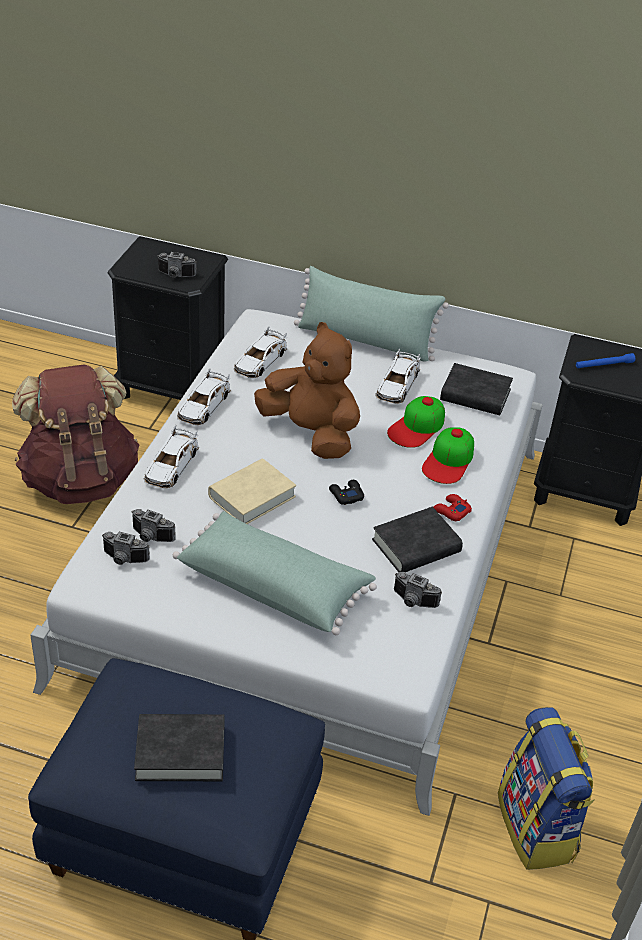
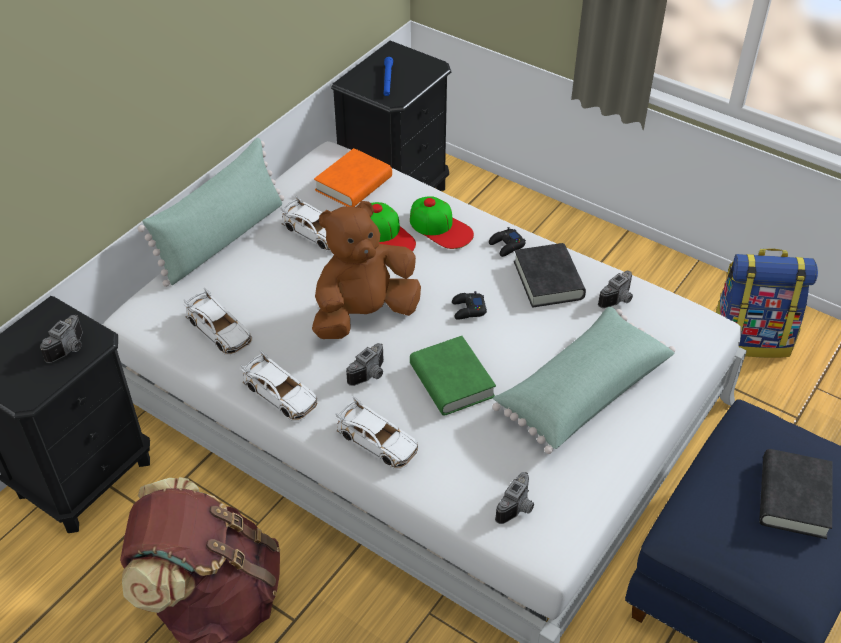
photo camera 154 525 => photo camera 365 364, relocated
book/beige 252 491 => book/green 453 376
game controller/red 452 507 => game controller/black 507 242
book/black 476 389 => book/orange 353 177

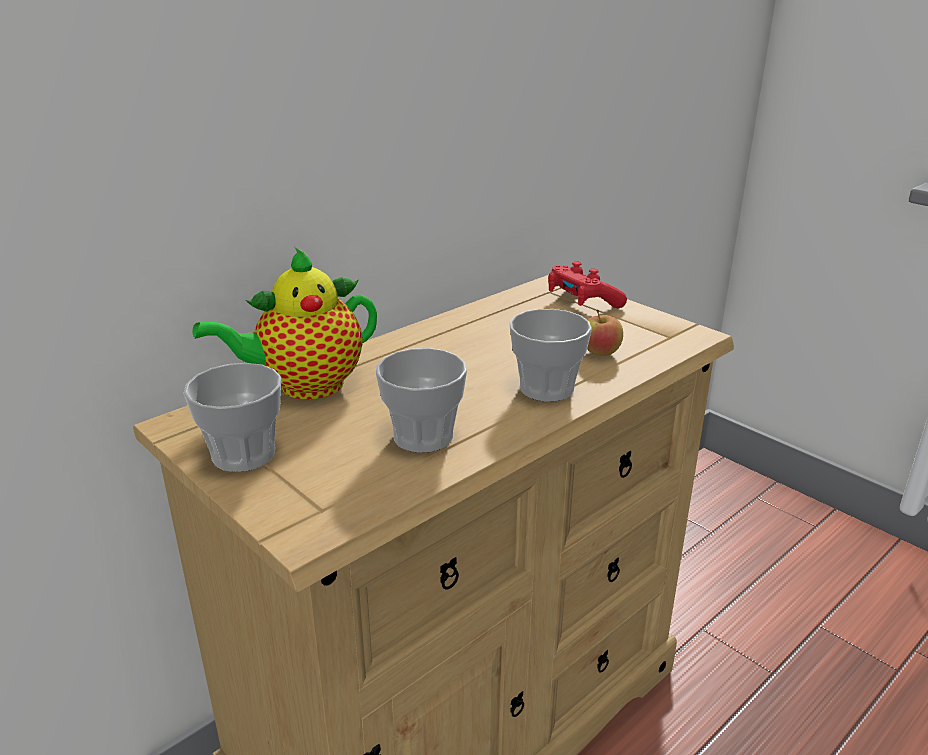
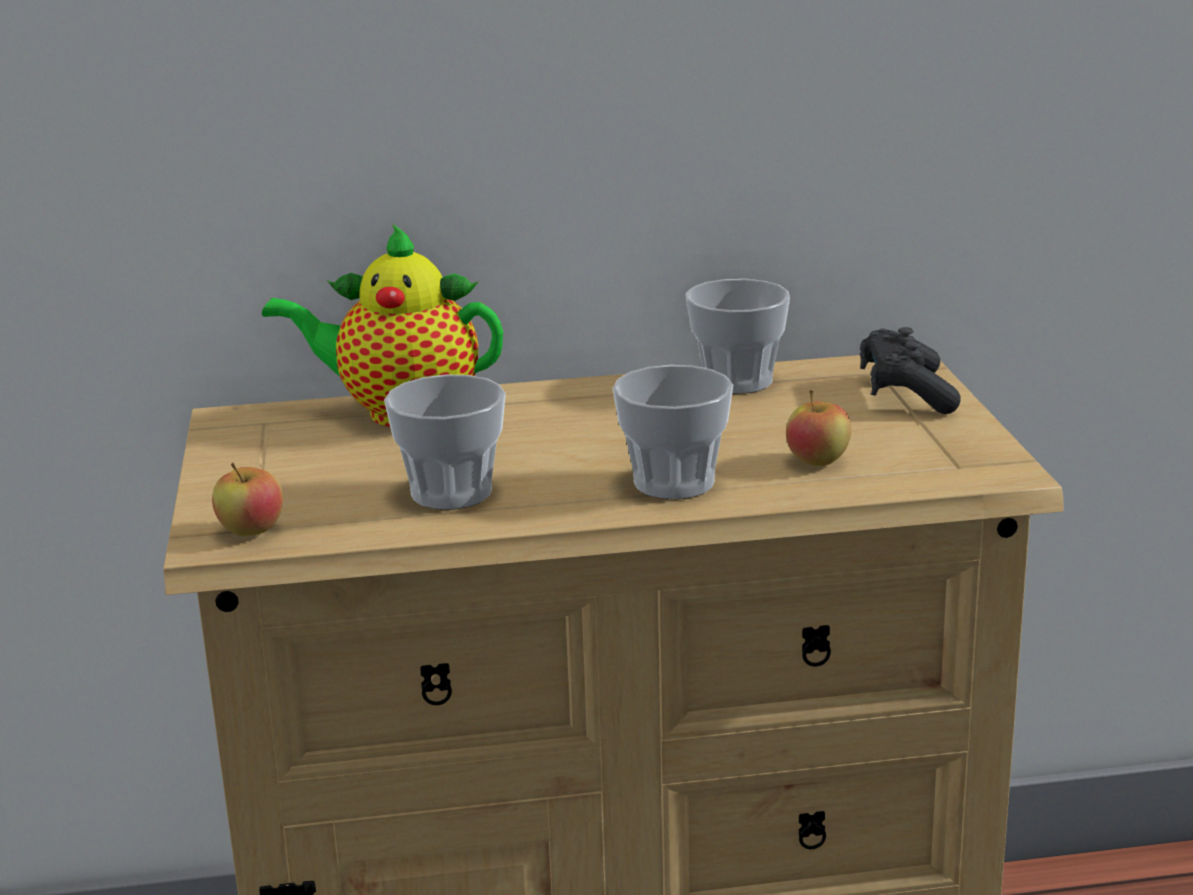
nothing => apple 247 499
cup 232 417 => cup 738 336, relocated
game controller/red 587 284 => game controller/black 910 370

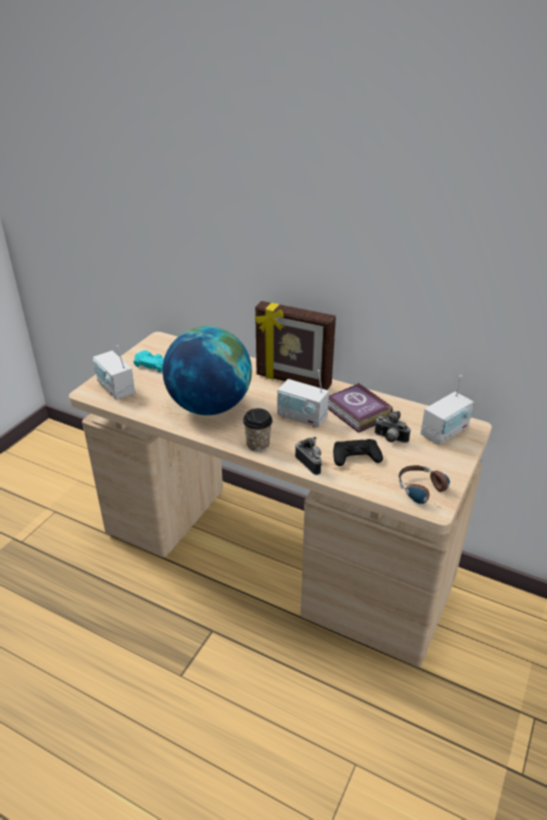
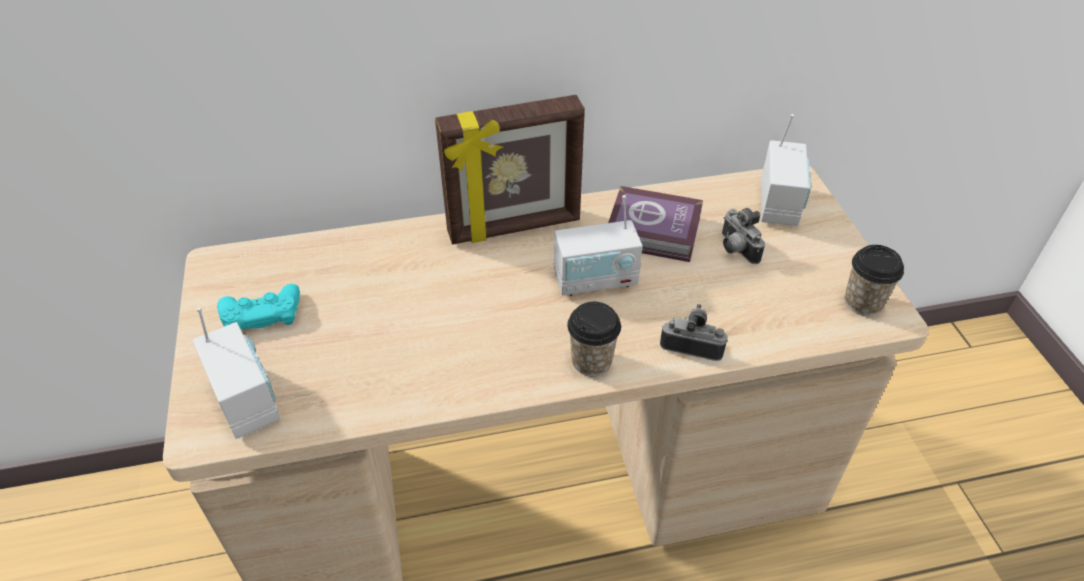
globe 207 370 => nothing
game controller/black 358 452 => nothing
headphones 424 487 => cup 874 280
radio 114 373 => radio 236 373, 135 degrees counterclockwise
photo camera 392 427 => photo camera 743 236, 75 degrees clockwise

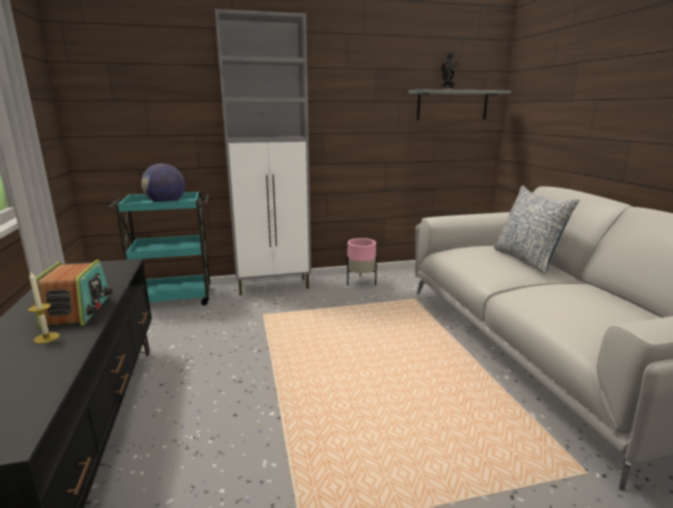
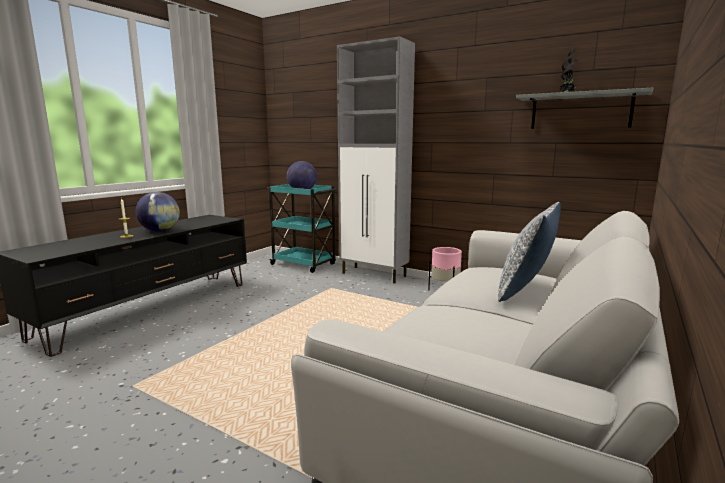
radio 73 294 => globe 158 212

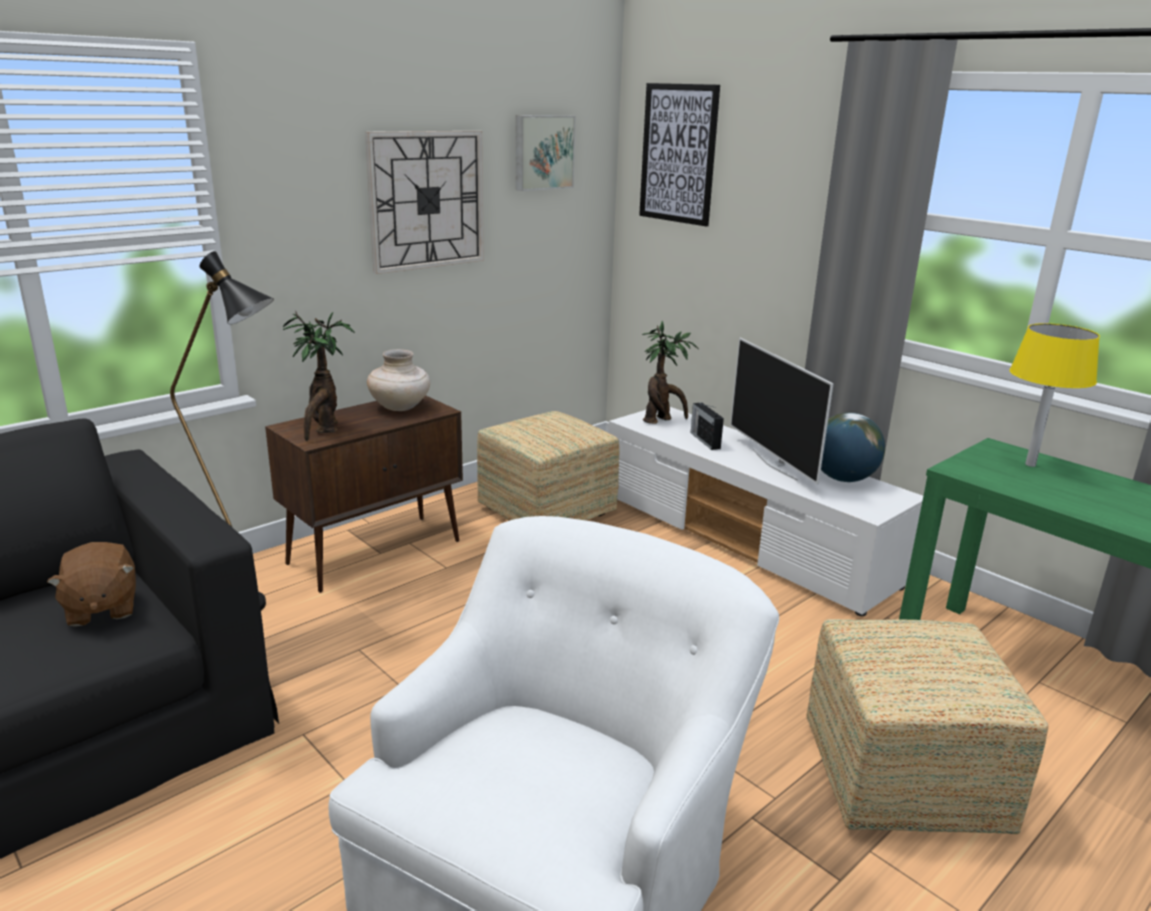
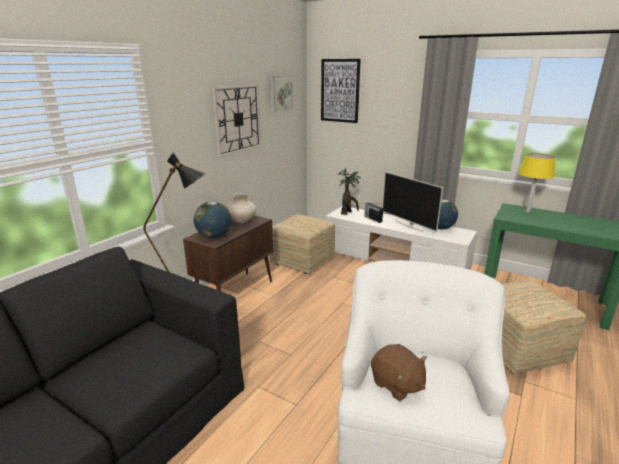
plush toy/brown 91 584 => plush toy/brown 399 372, relocated
potted plant 319 376 => globe 213 220

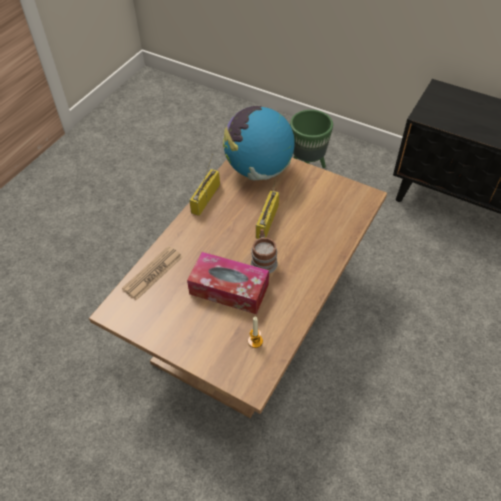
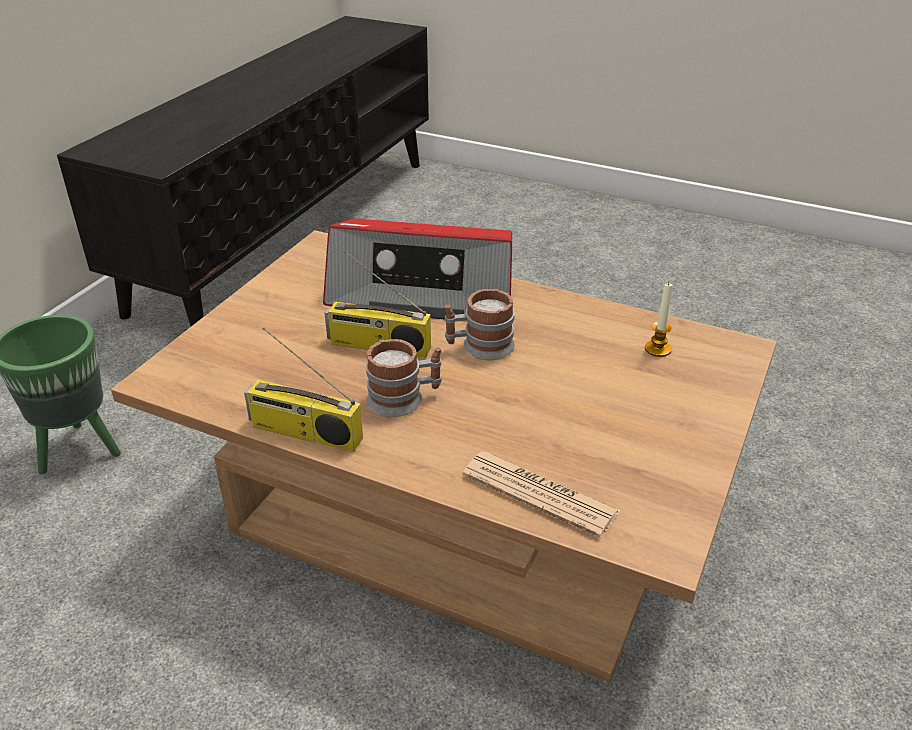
tissue box 228 283 => nothing
globe 259 143 => nothing
nothing => radio 417 269
nothing => mug 404 378

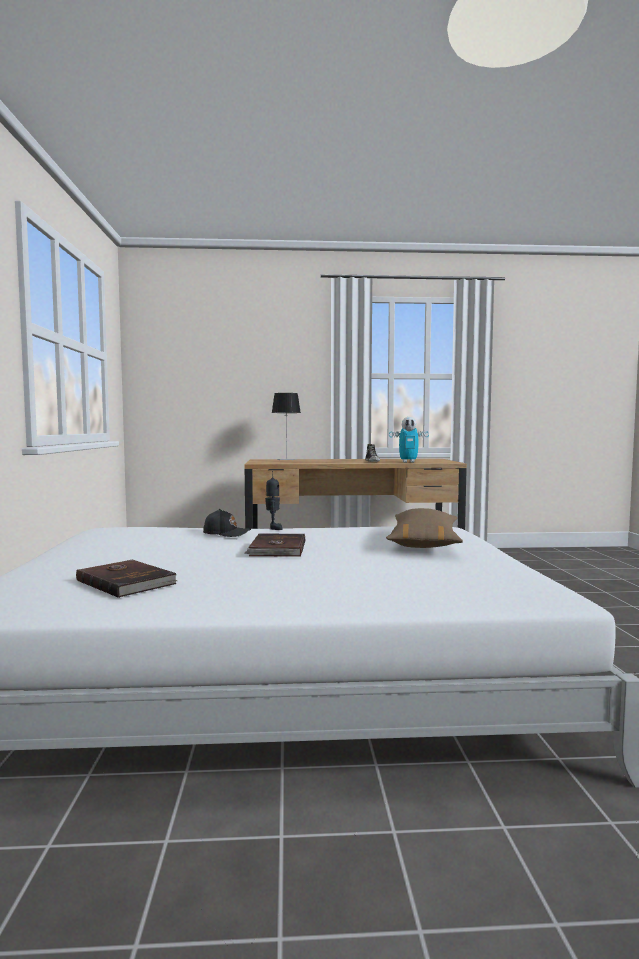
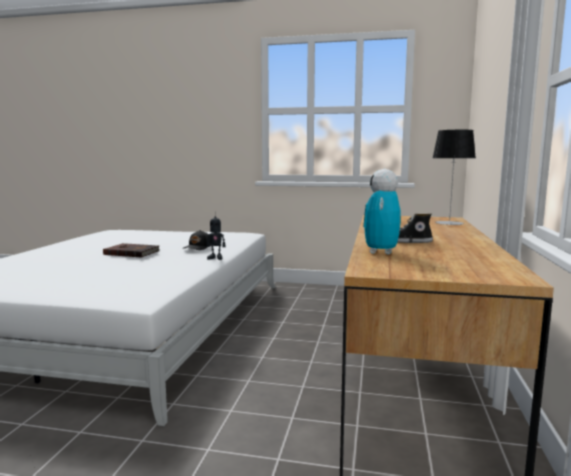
book/brown 126 579 => nothing
pillow/brown 424 528 => nothing

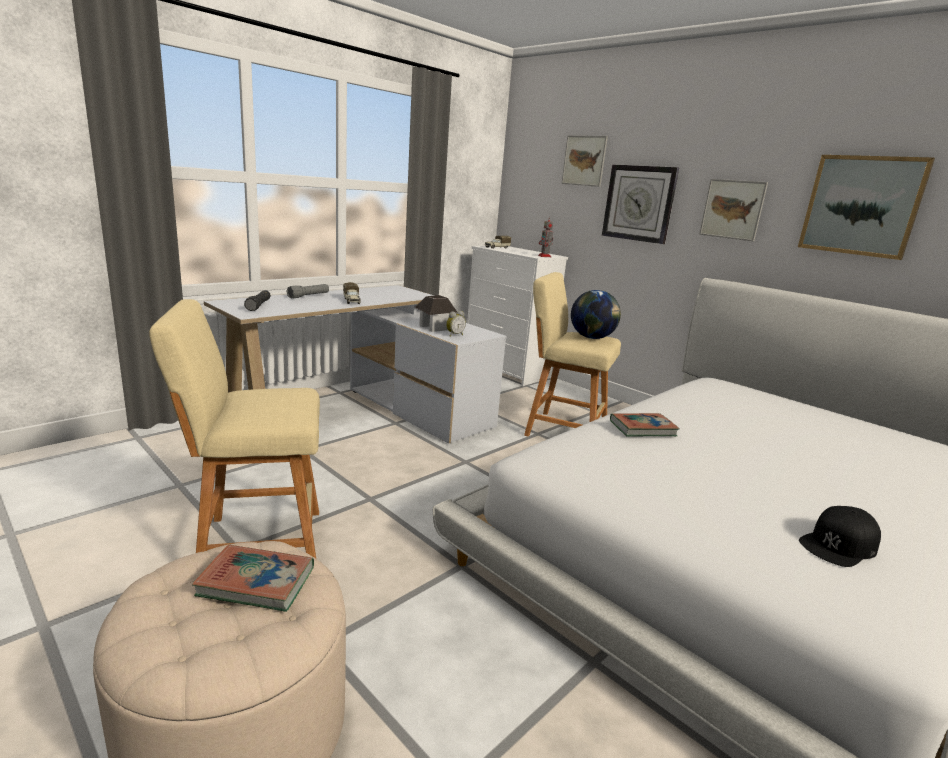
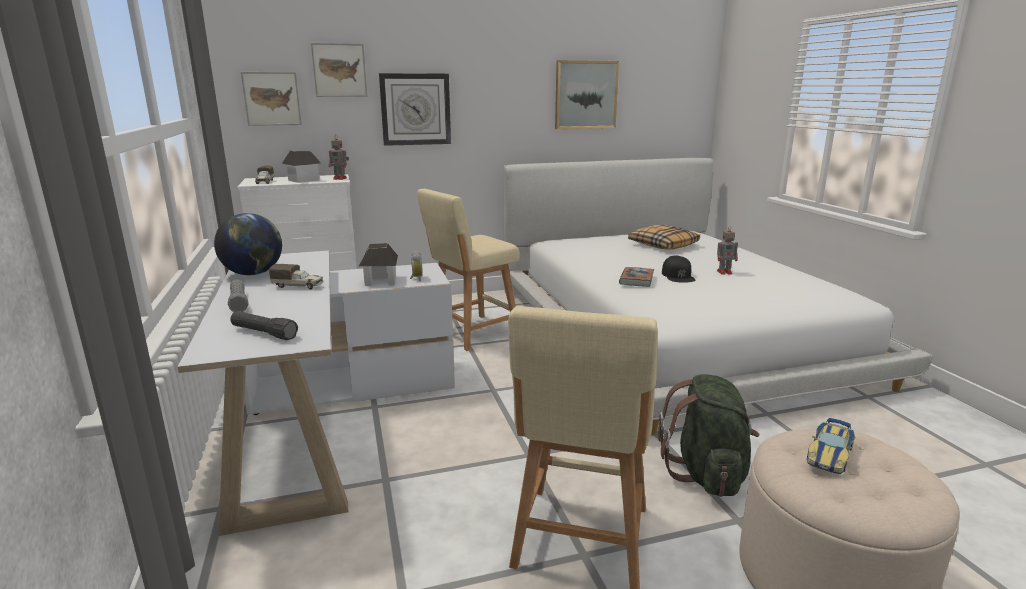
nothing => toy house 302 166
nothing => pillow 664 237
nothing => backpack/green 708 435
nothing => toy robot 727 250
globe 596 314 => globe 248 244, relocated
picture 733 210 => picture 271 99, relocated
cap/black 840 536 => cap/black 678 269, relocated
book 253 578 => toy car 831 446

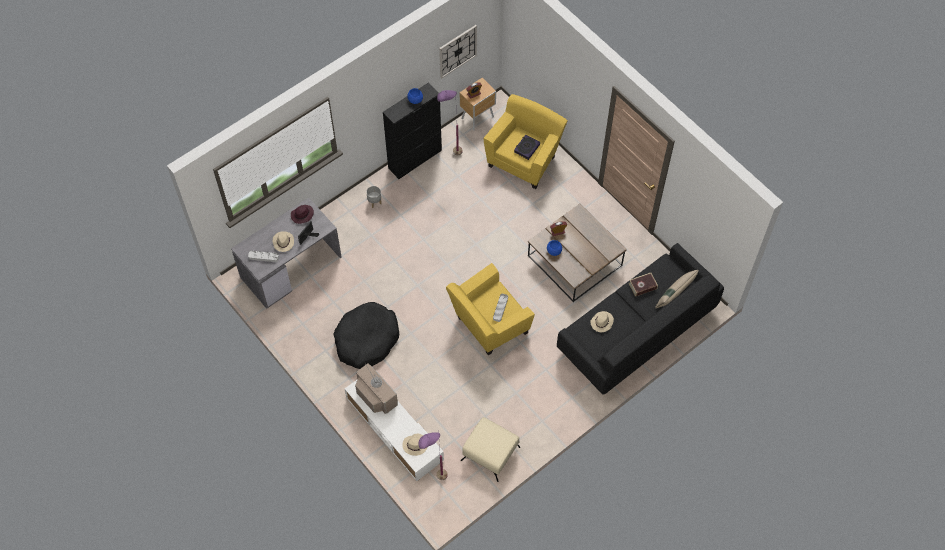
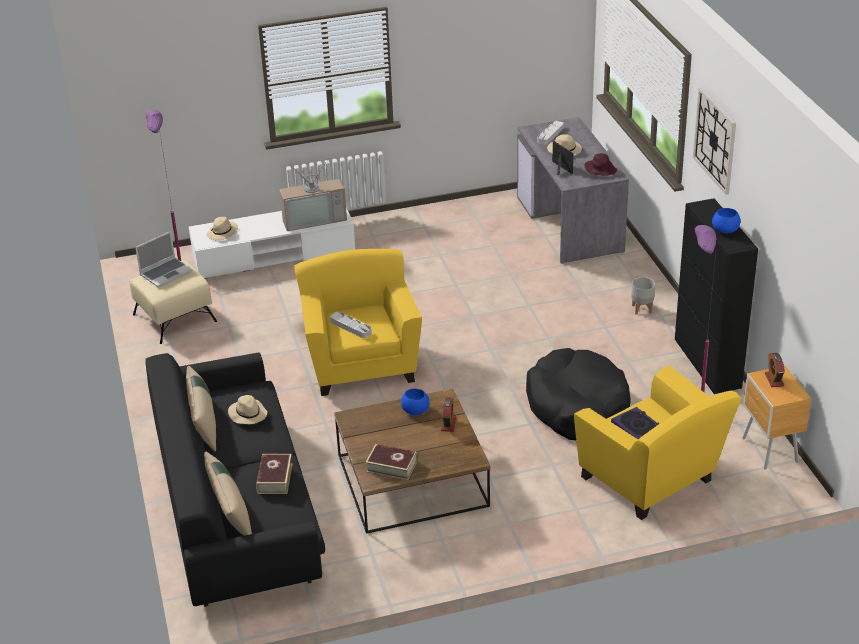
nothing => laptop 164 259
nothing => pillow/beige 201 409
nothing => book 391 462
dog bed/black 366 335 => dog bed/black 578 394, relocated
wall clock 458 52 => wall clock 714 141, relocated

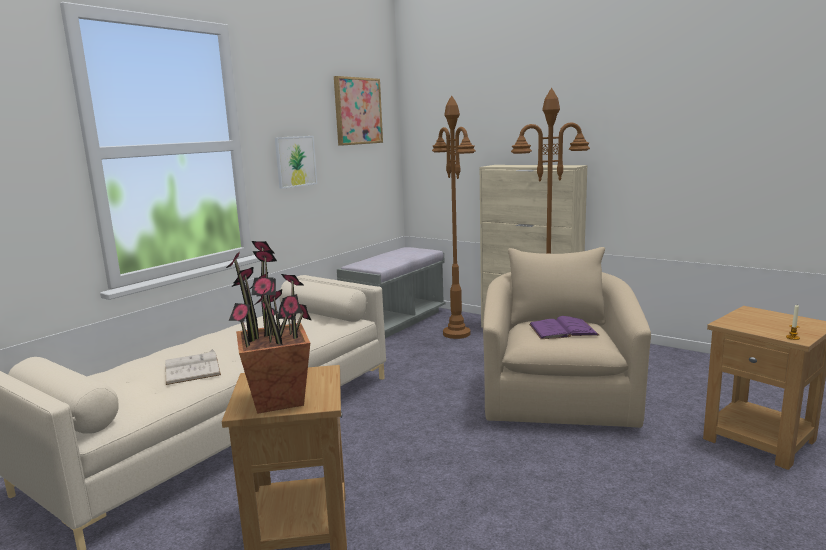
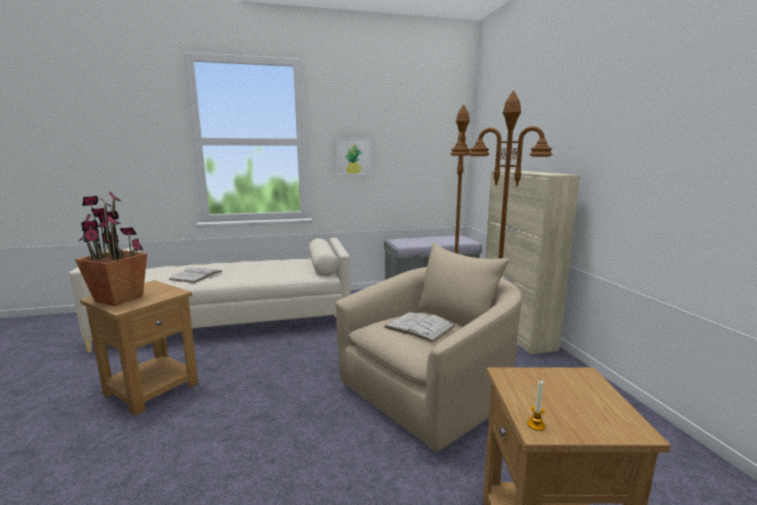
picture 358 111 => nothing
book/purple 564 327 => book/white 419 327

